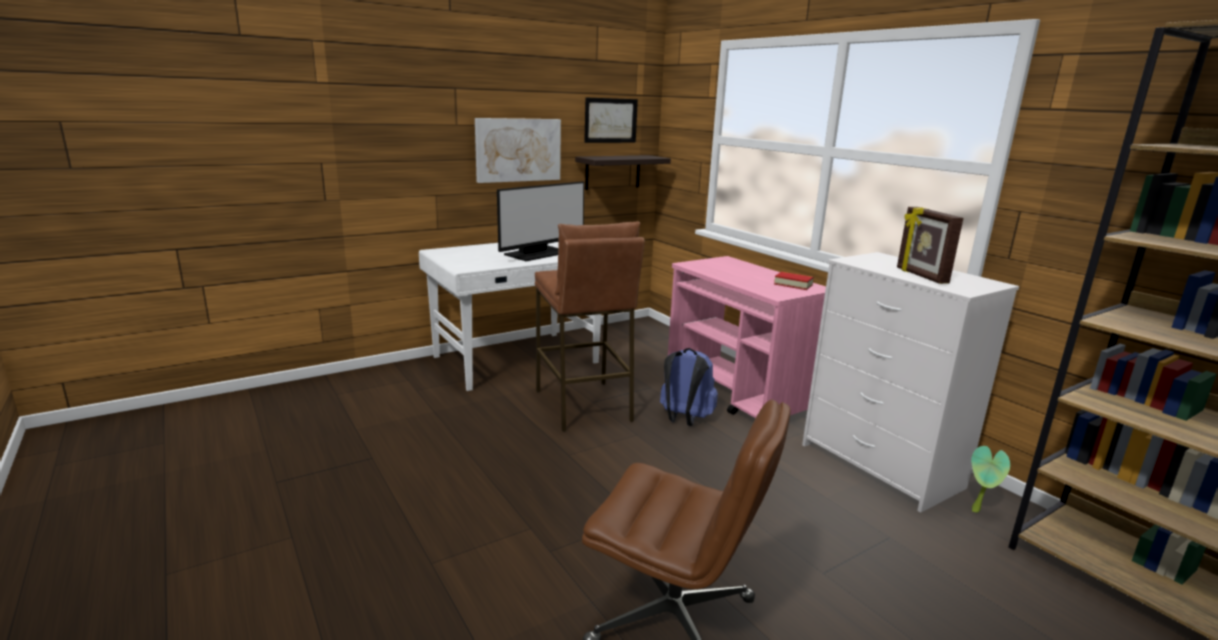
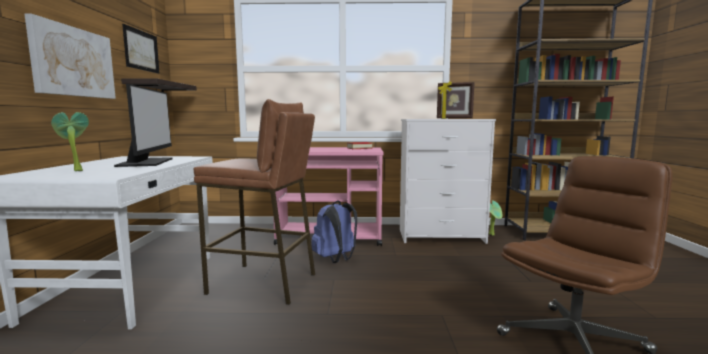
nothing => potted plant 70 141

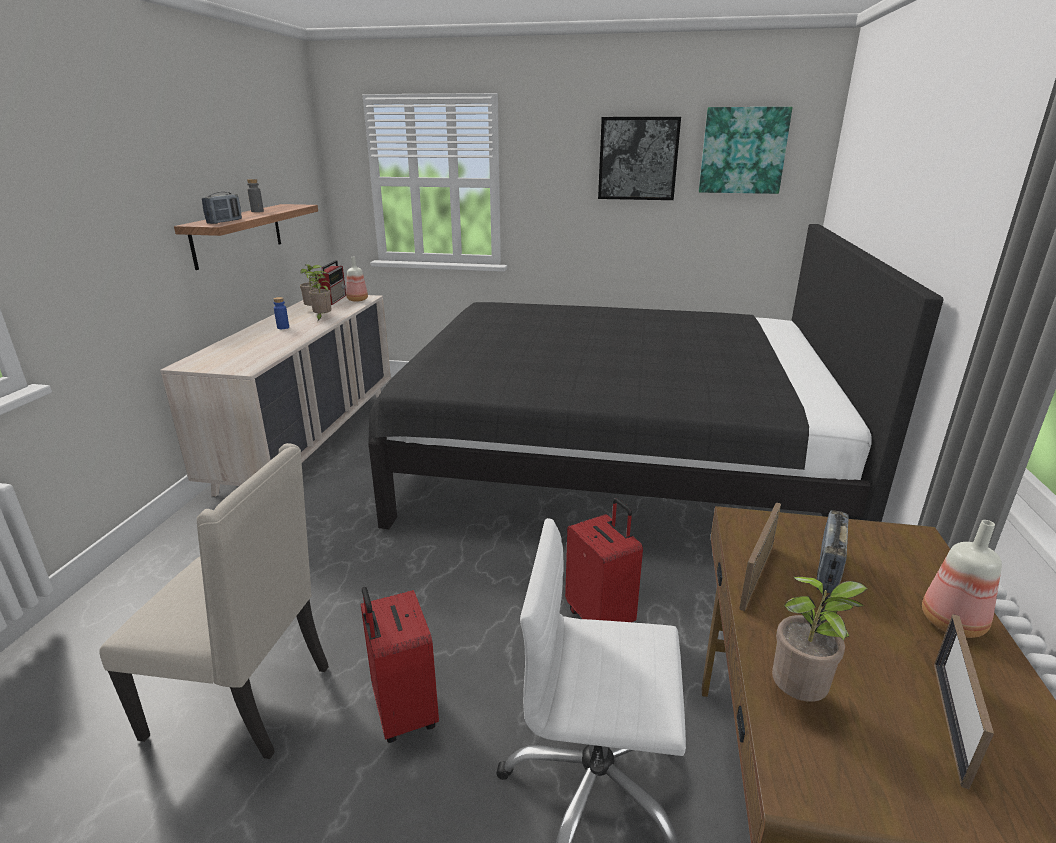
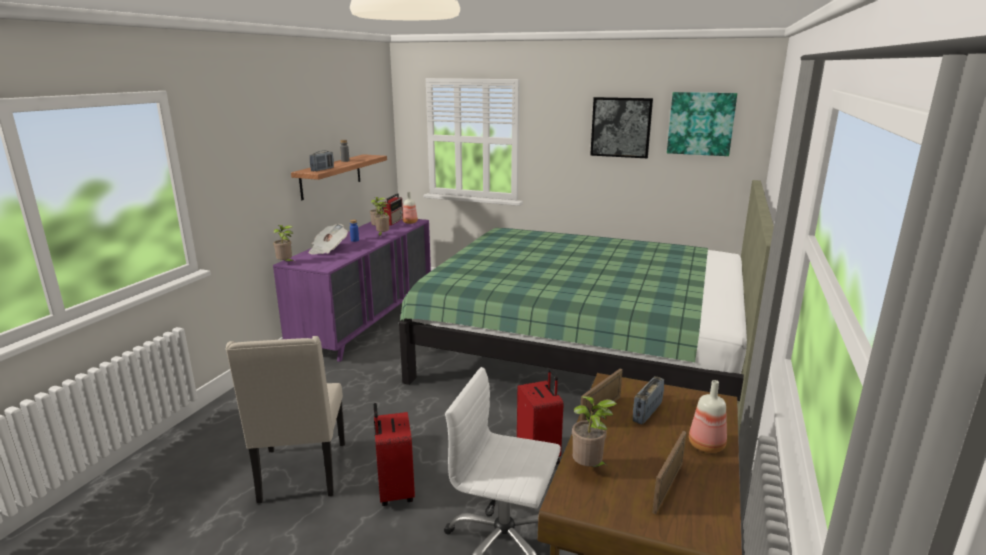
nothing => potted plant 283 243
nothing => newspaper 328 239
dresser/beige 275 396 => dresser/purple 352 290
bed/black 656 376 => bed/green 586 309
chair/beige 214 601 => chair/beige 285 419, 60 degrees clockwise

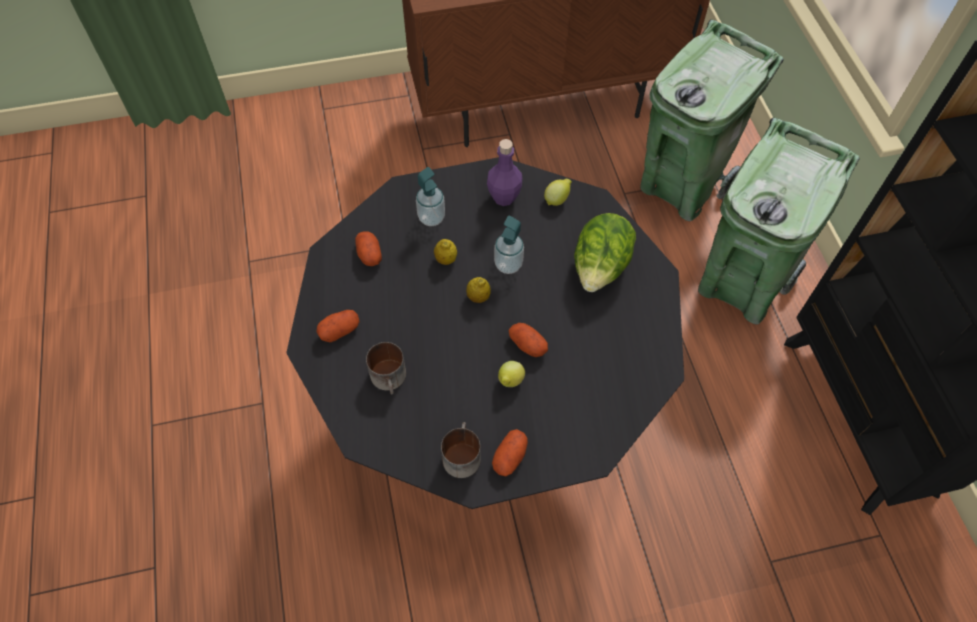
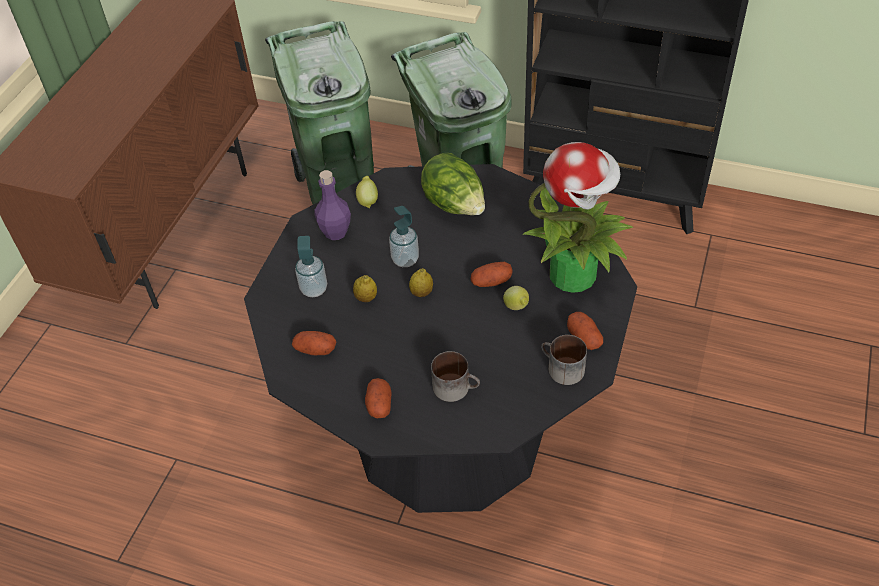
nothing => potted plant 578 217

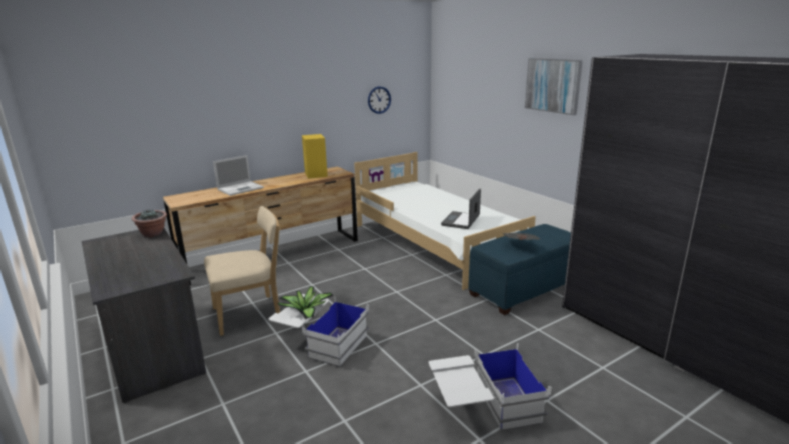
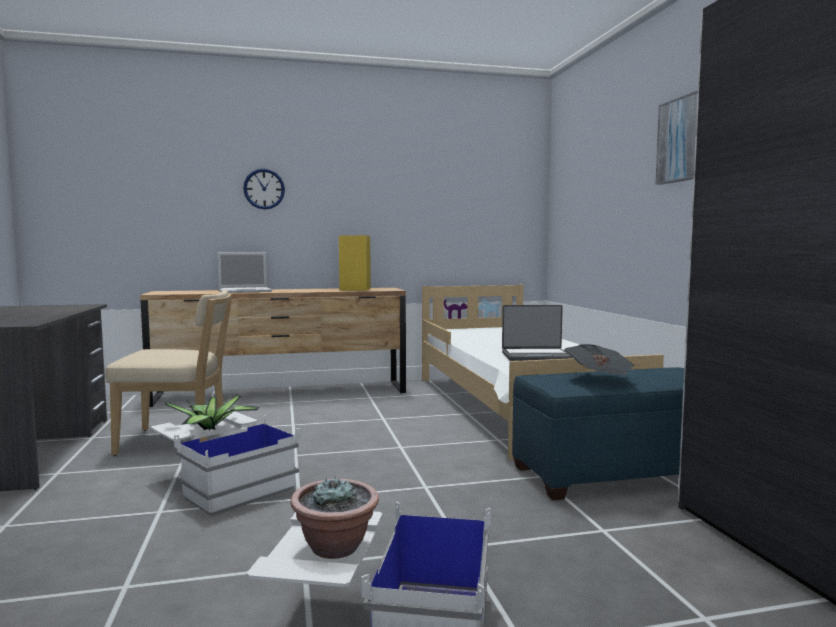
potted plant 149 223 => potted plant 335 517, relocated
wall clock 379 100 => wall clock 264 188, relocated
laptop 461 209 => laptop 537 333, 135 degrees counterclockwise

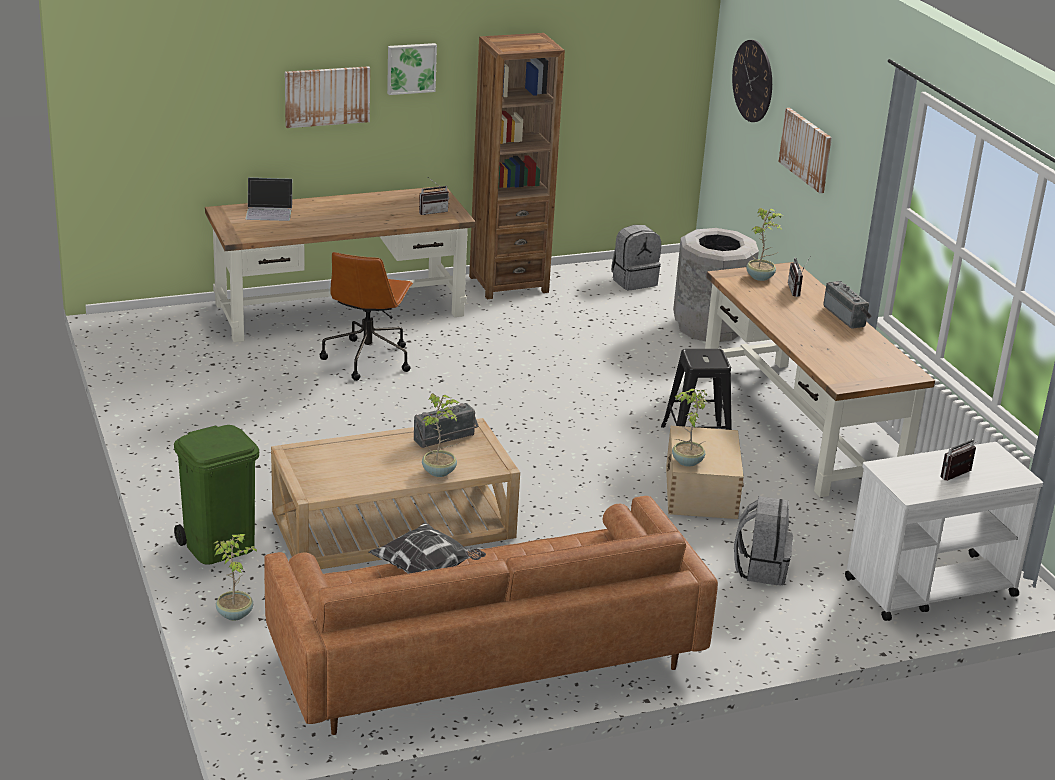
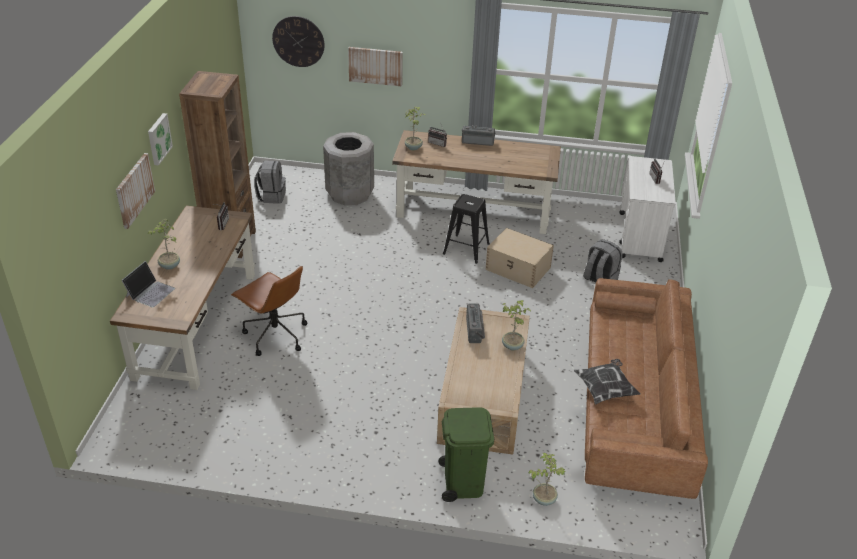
potted plant 690 428 => potted plant 163 244, relocated

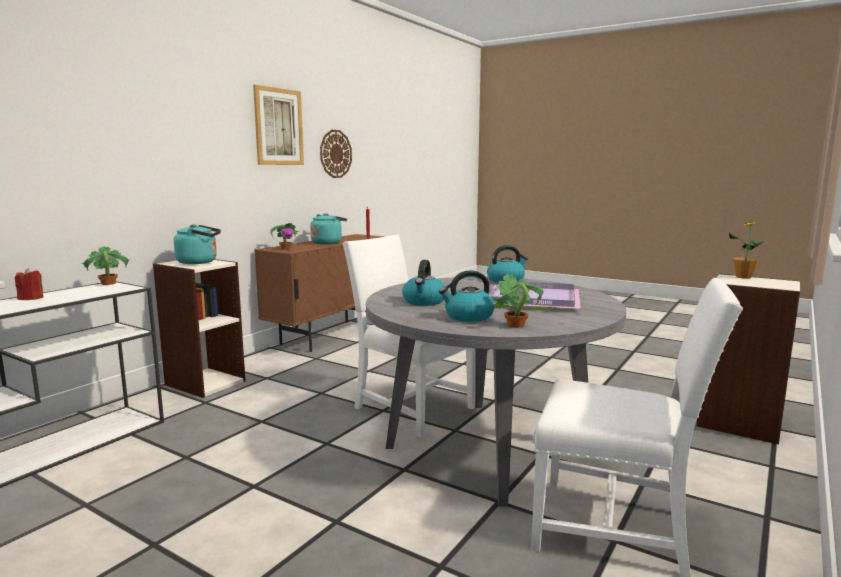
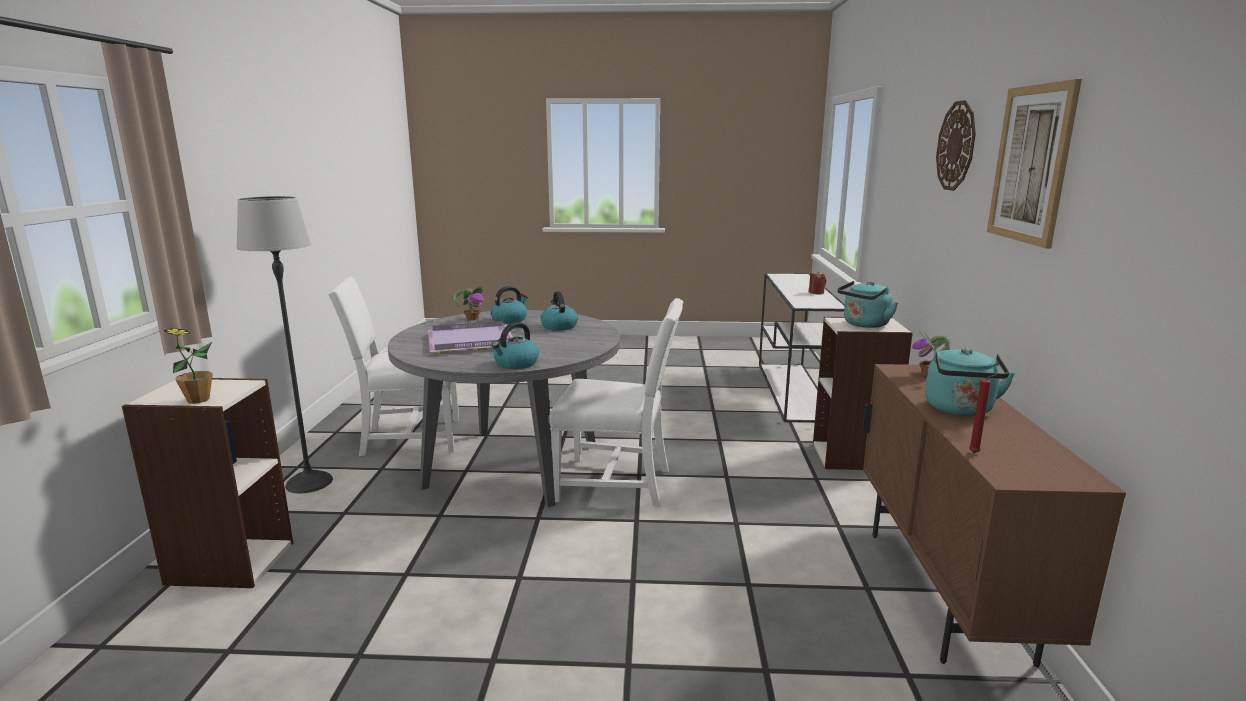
potted plant 105 265 => nothing
nothing => floor lamp 284 344
wall clock 336 154 => wall clock 956 145, relocated

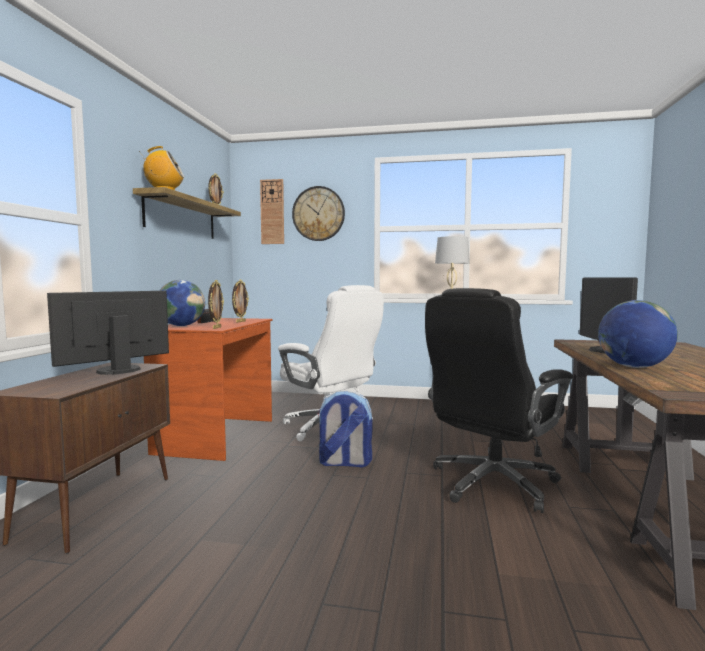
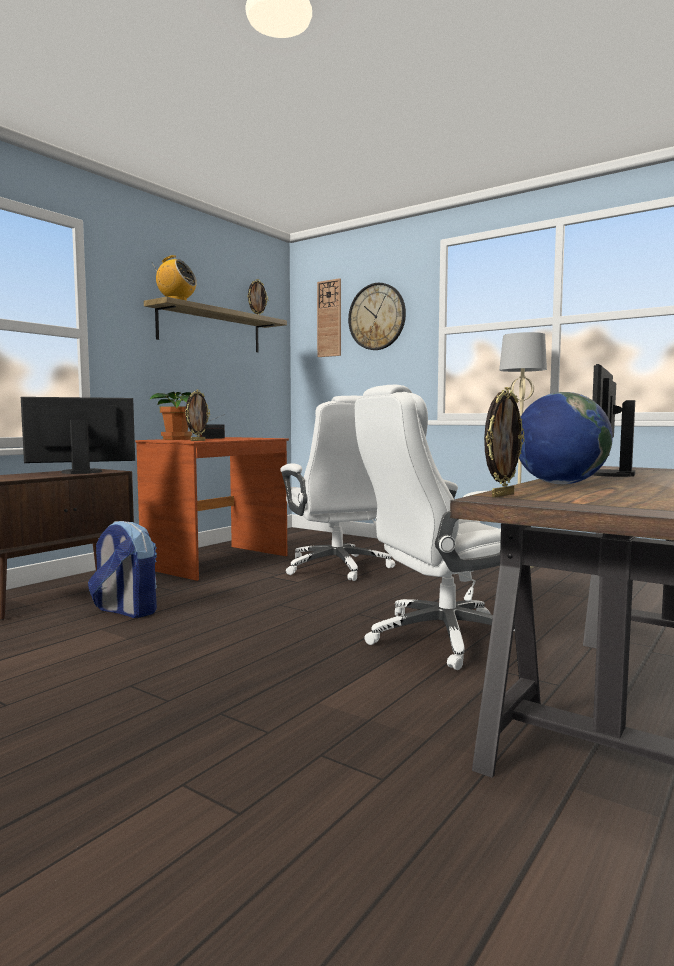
picture frame 240 301 => picture frame 504 442, relocated
backpack 345 429 => backpack 122 569, relocated
globe 182 303 => potted plant 170 416
office chair/black 499 400 => office chair/white 435 527

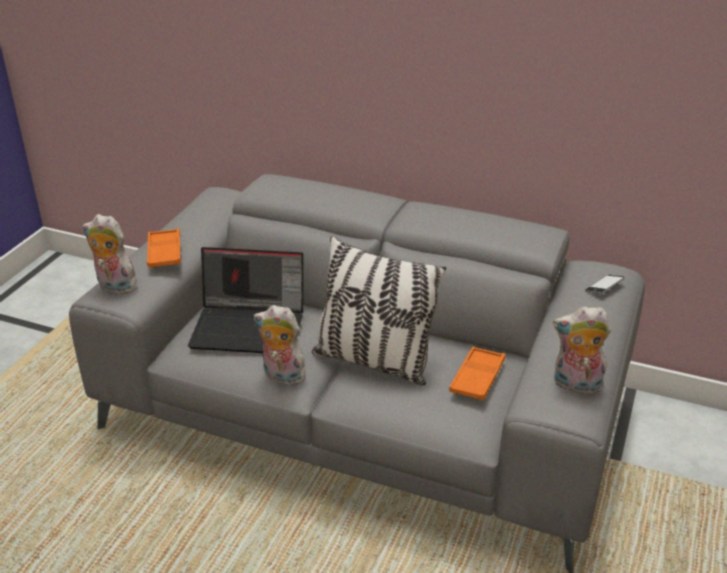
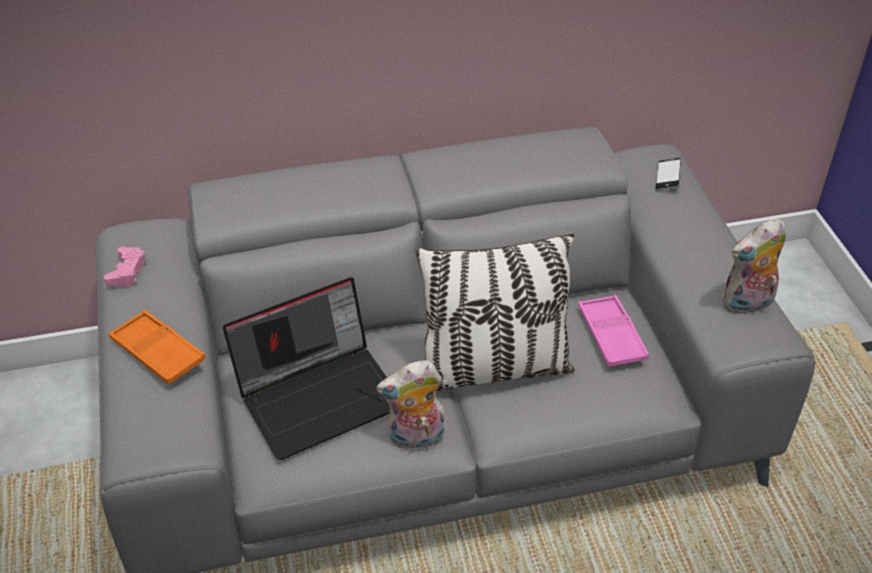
plush toy 111 254 => nothing
nothing => game controller/pink 126 266
tray/orange 477 373 => tray/pink 613 331

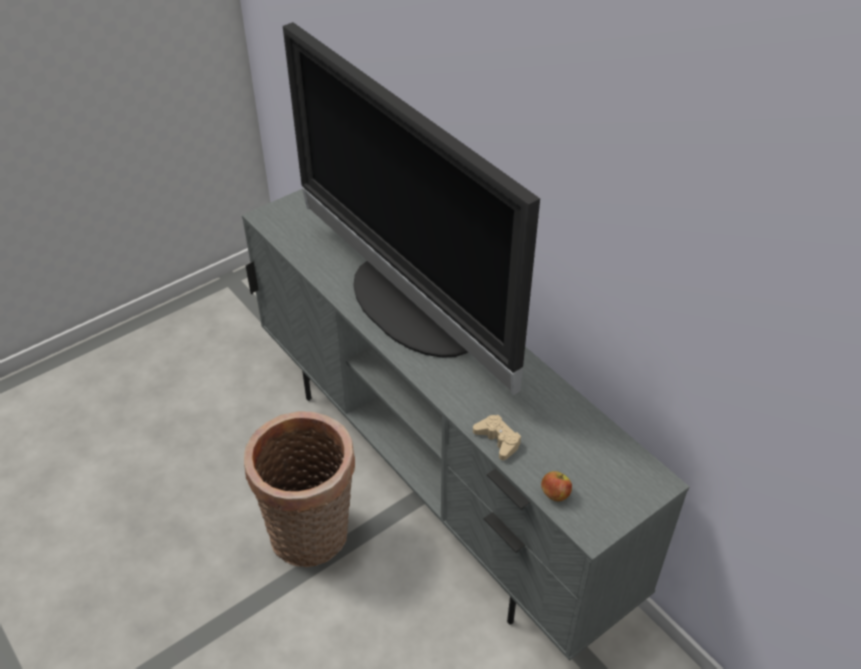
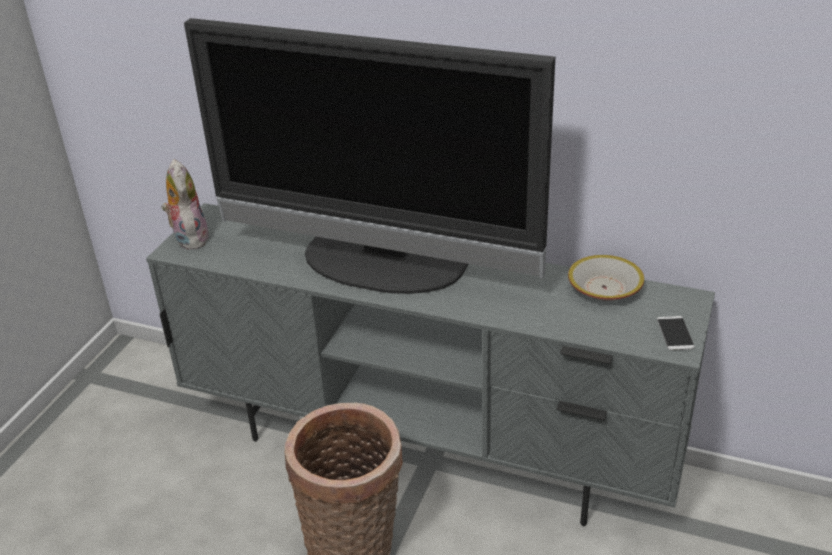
game controller/beige 497 437 => nothing
apple 556 486 => nothing
nothing => plush toy 186 204
nothing => bowl 606 278
nothing => phone 676 333

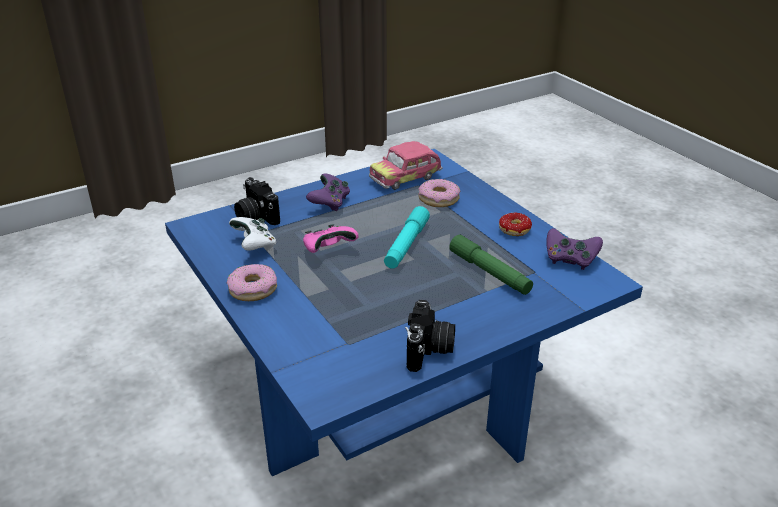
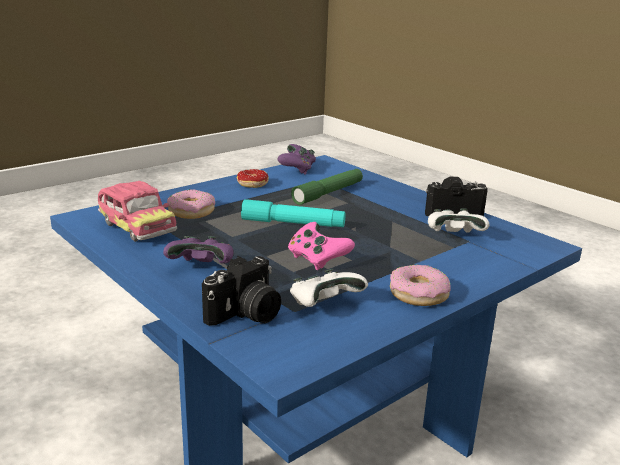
nothing => game controller/white 458 220

